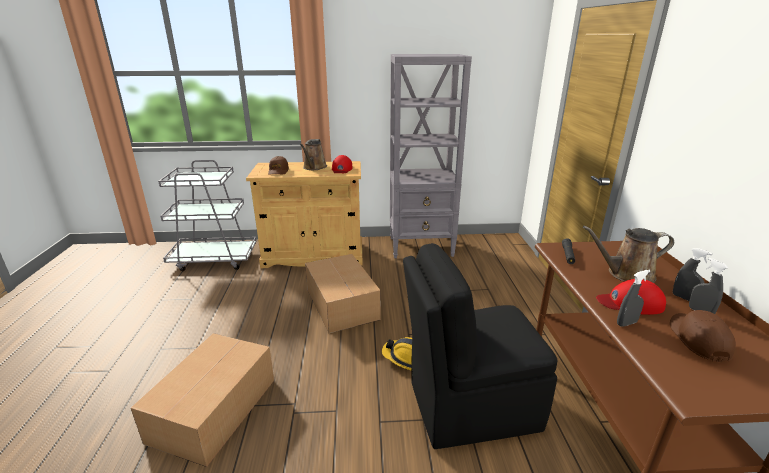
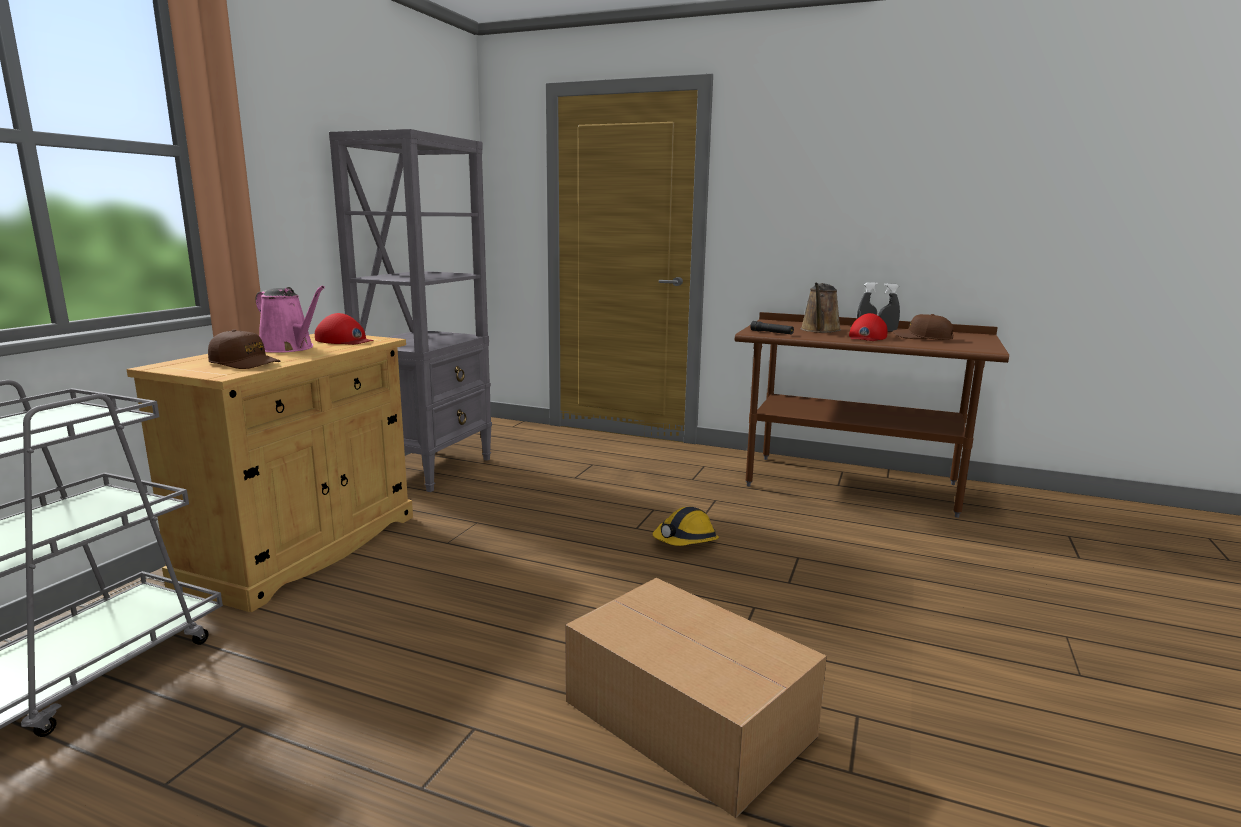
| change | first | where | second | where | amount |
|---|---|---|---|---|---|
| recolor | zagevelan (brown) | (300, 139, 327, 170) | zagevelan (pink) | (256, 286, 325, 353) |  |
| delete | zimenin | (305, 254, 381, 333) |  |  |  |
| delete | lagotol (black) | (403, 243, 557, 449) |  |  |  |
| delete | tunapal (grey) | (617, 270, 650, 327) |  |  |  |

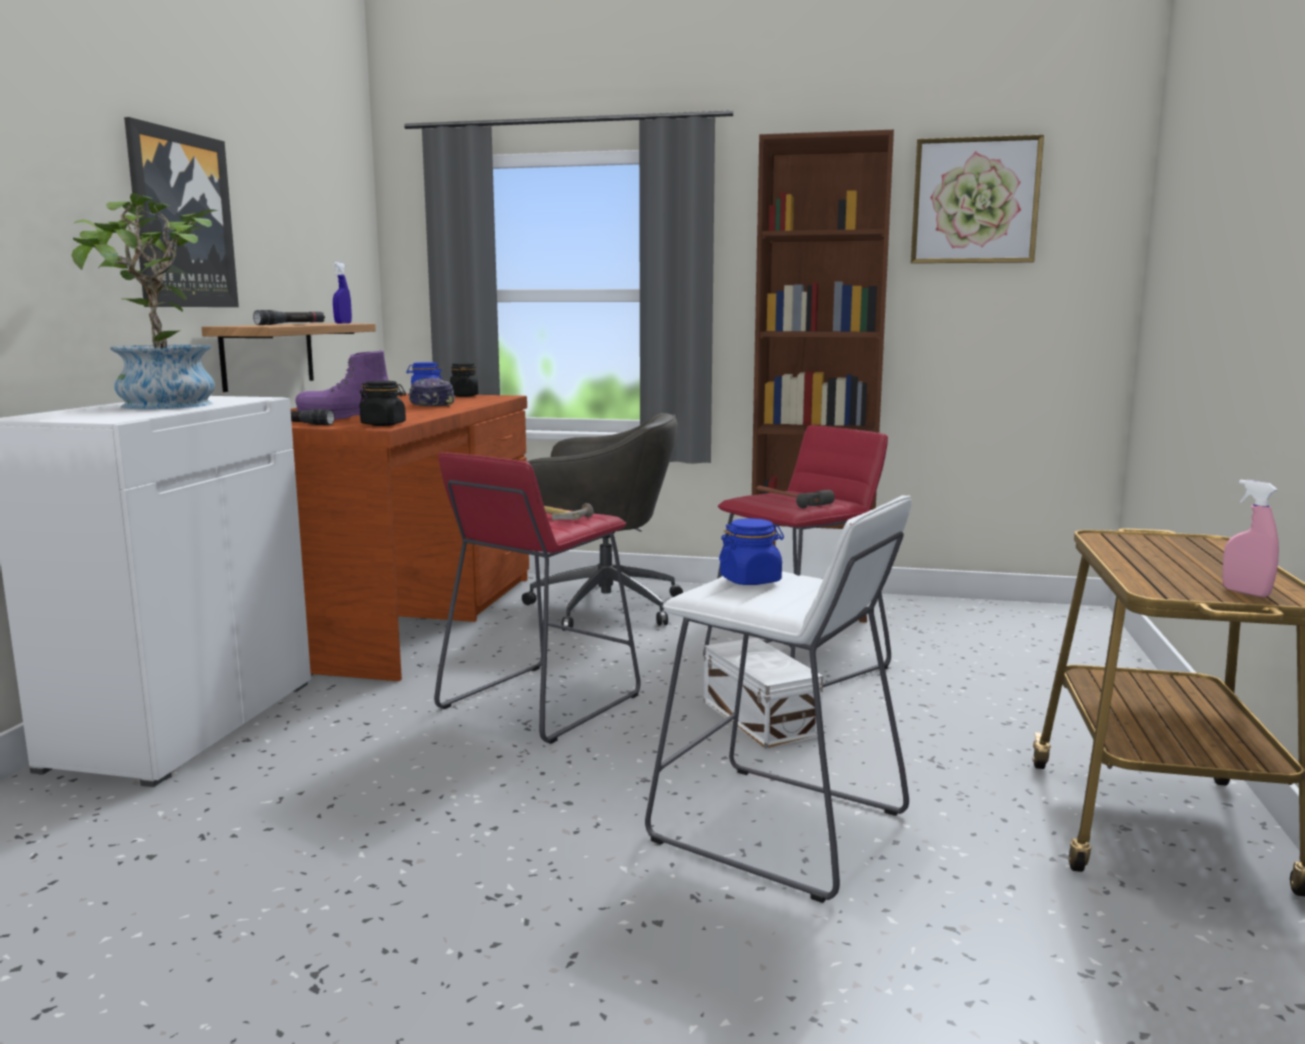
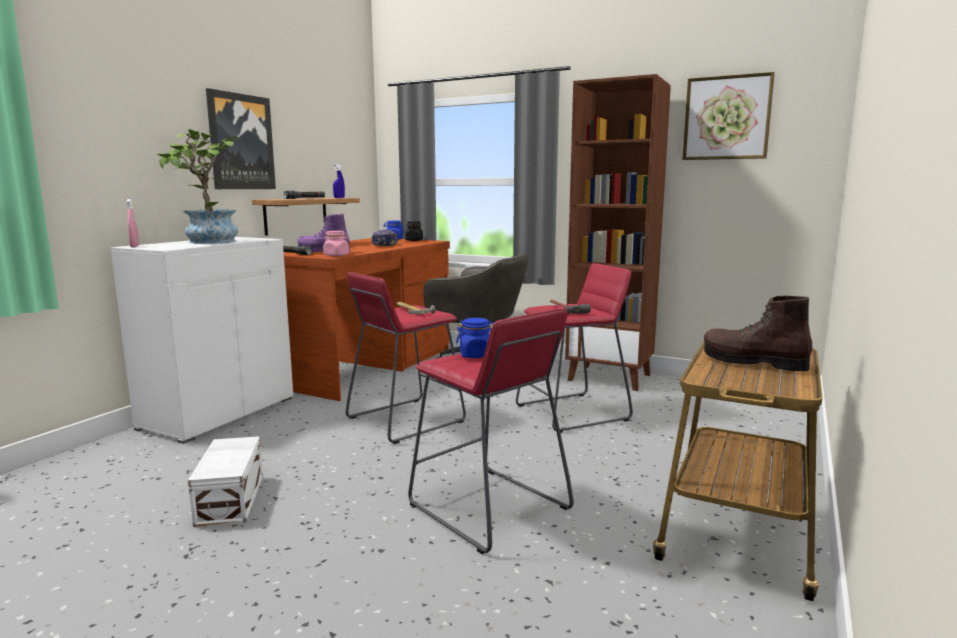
| change | first | where | second | where | amount |
|---|---|---|---|---|---|
| move | tunapal (pink) | (1222, 480, 1279, 597) |  | (127, 199, 139, 248) |  |
| move | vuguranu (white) | (704, 638, 823, 748) |  | (188, 436, 263, 527) |  |
| recolor | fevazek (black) | (359, 381, 406, 426) | fevazek (pink) | (323, 231, 349, 256) |  |
| recolor | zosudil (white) | (645, 495, 912, 903) | zosudil (red) | (408, 308, 574, 554) |  |
| insert |  |  | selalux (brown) | (704, 296, 813, 371) |  |

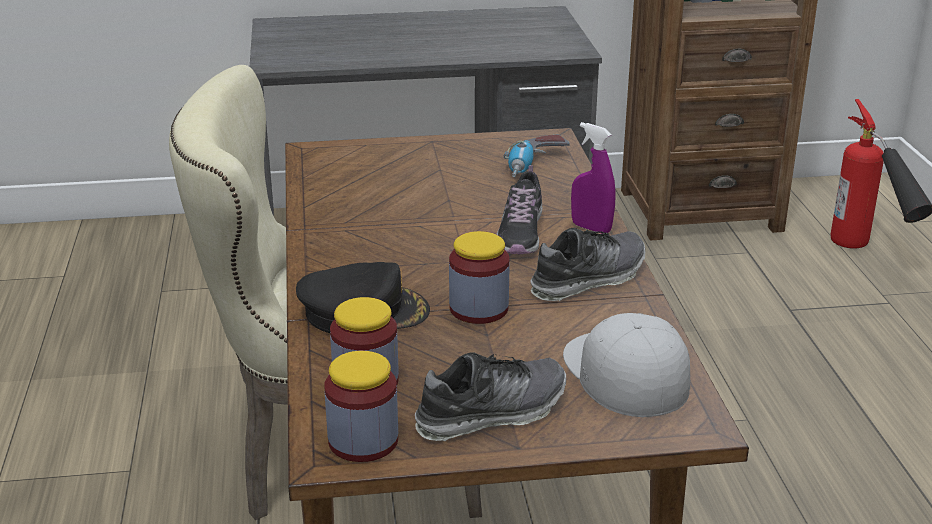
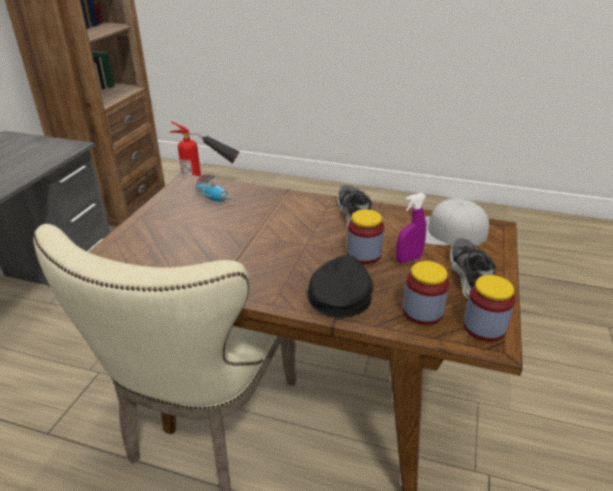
| change | first | where | second | where | amount |
|---|---|---|---|---|---|
| move | tunapal (purple) | (571, 122, 615, 234) |  | (396, 193, 427, 263) |  |
| delete | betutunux | (496, 165, 542, 254) |  |  |  |

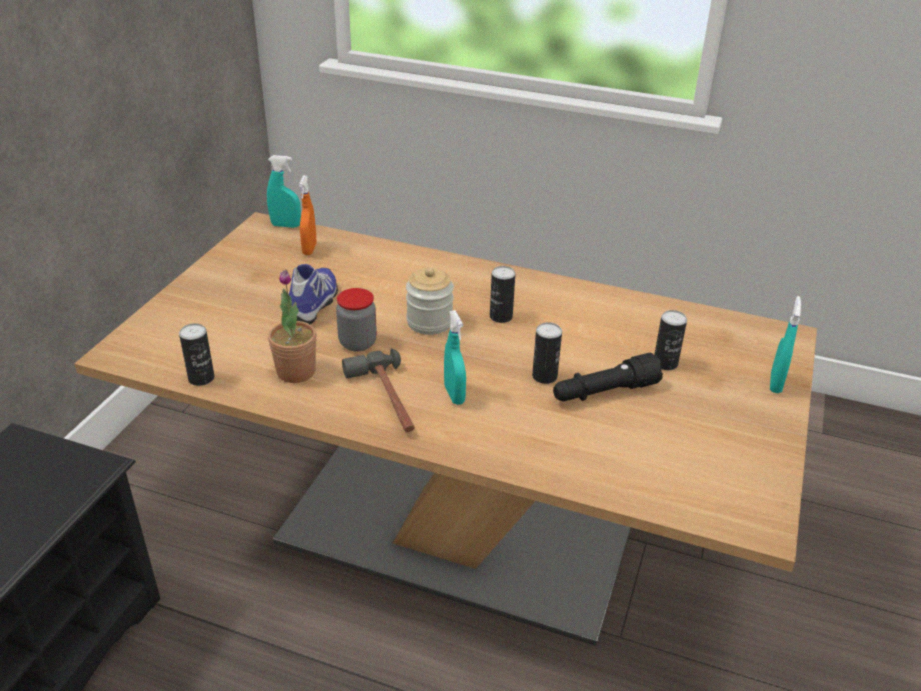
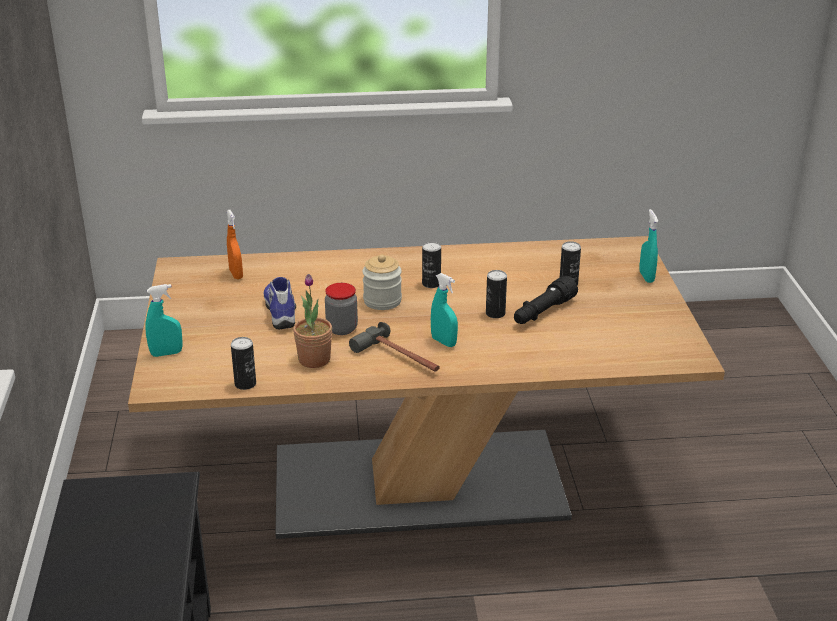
| change | first | where | second | where | amount |
|---|---|---|---|---|---|
| move | tunapal (turquoise) | (267, 155, 301, 228) |  | (145, 284, 182, 357) |  |

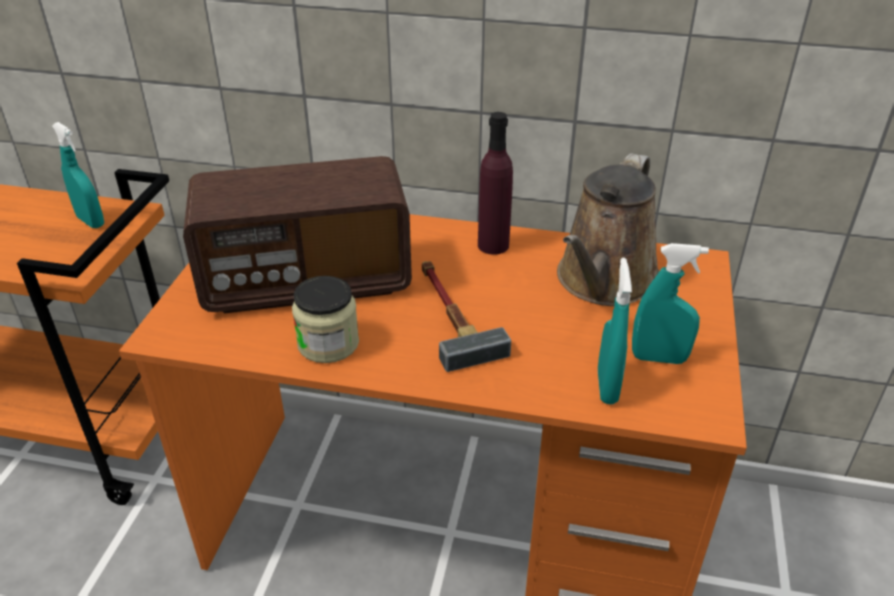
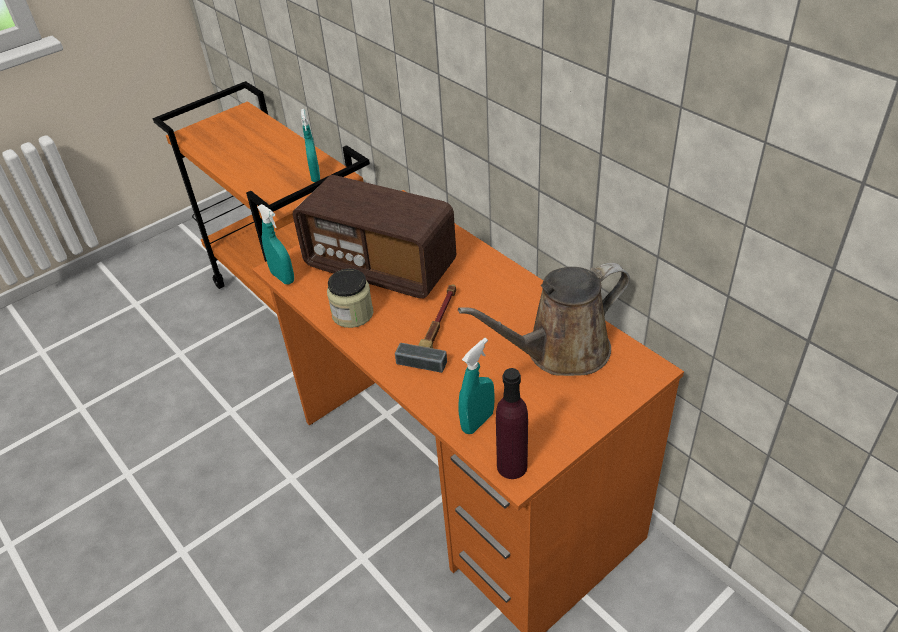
| change | first | where | second | where | amount |
|---|---|---|---|---|---|
| move | tunapal (turquoise) | (632, 243, 709, 364) |  | (257, 204, 294, 284) |  |
| move | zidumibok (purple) | (478, 112, 513, 255) |  | (496, 368, 528, 479) |  |

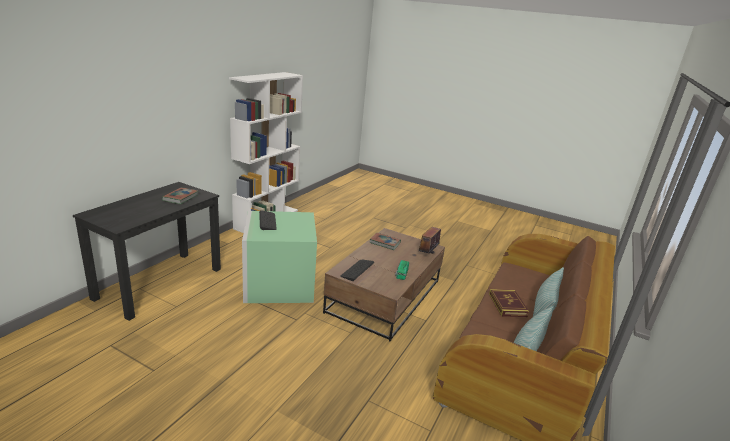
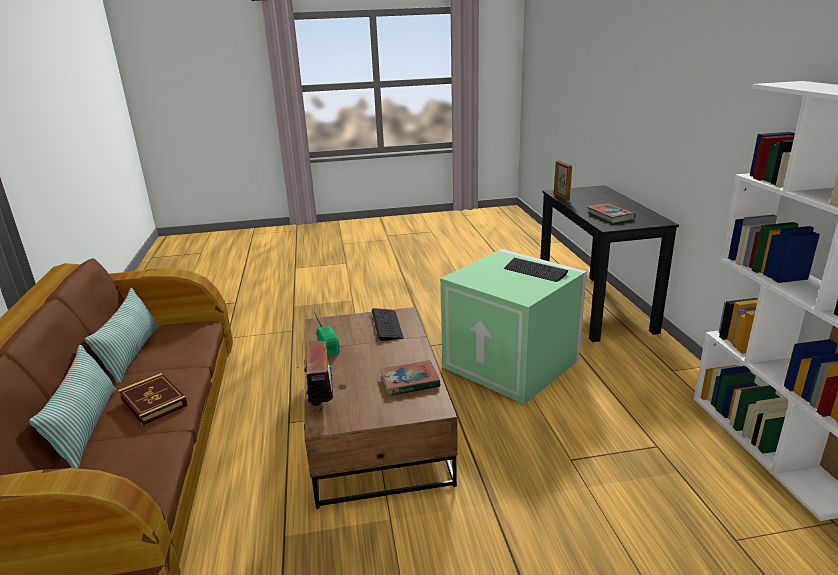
| change | first | where | second | where | amount |
|---|---|---|---|---|---|
| insert |  |  | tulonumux | (554, 161, 572, 201) |  |

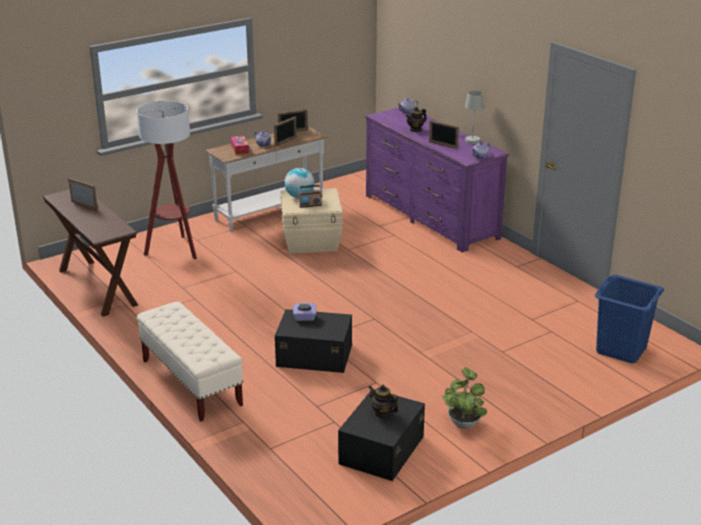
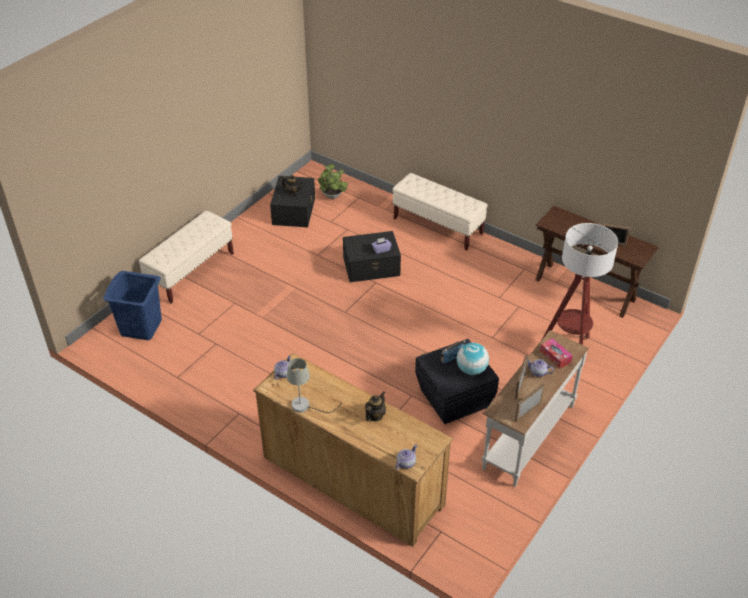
| change | first | where | second | where | amount |
|---|---|---|---|---|---|
| insert |  |  | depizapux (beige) | (139, 211, 234, 304) |  |
| recolor | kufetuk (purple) | (365, 107, 509, 252) | kufetuk (brown) | (253, 353, 453, 547) |  |
| move | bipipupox | (442, 367, 487, 429) |  | (318, 164, 348, 199) |  |
| recolor | vuguranu (beige) | (280, 188, 343, 253) | vuguranu (black) | (415, 339, 499, 424) |  |
| delete | tulonumux | (429, 120, 459, 149) |  |  |  |

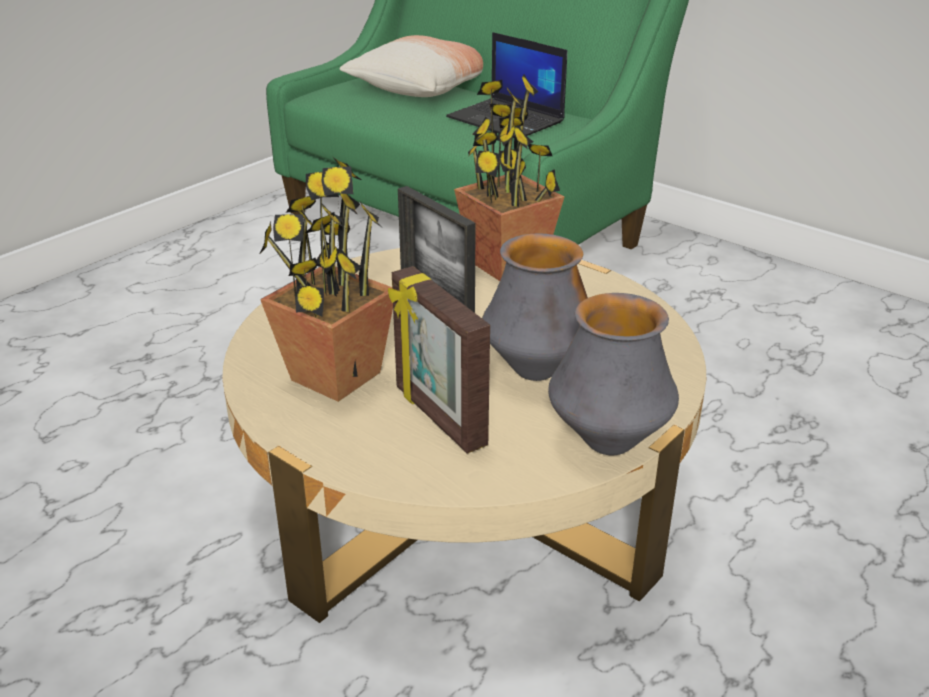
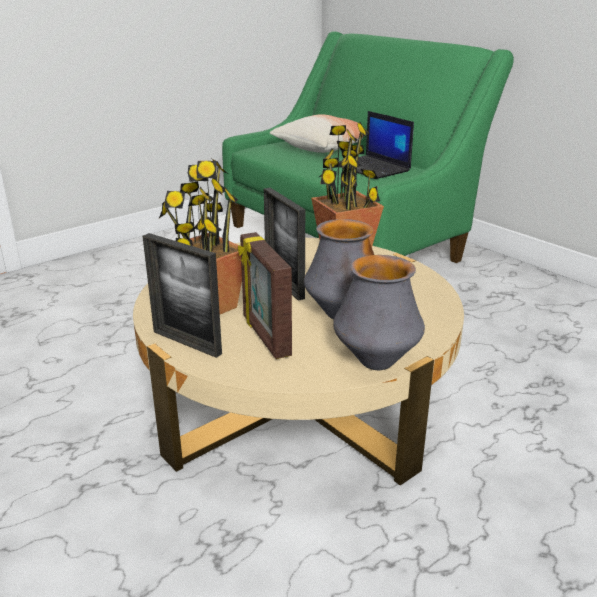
| change | first | where | second | where | amount |
|---|---|---|---|---|---|
| insert |  |  | tulonumux | (143, 233, 222, 358) |  |

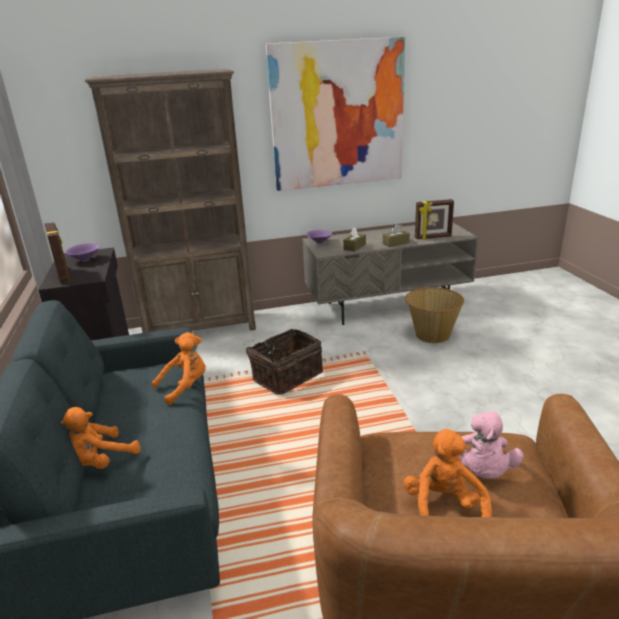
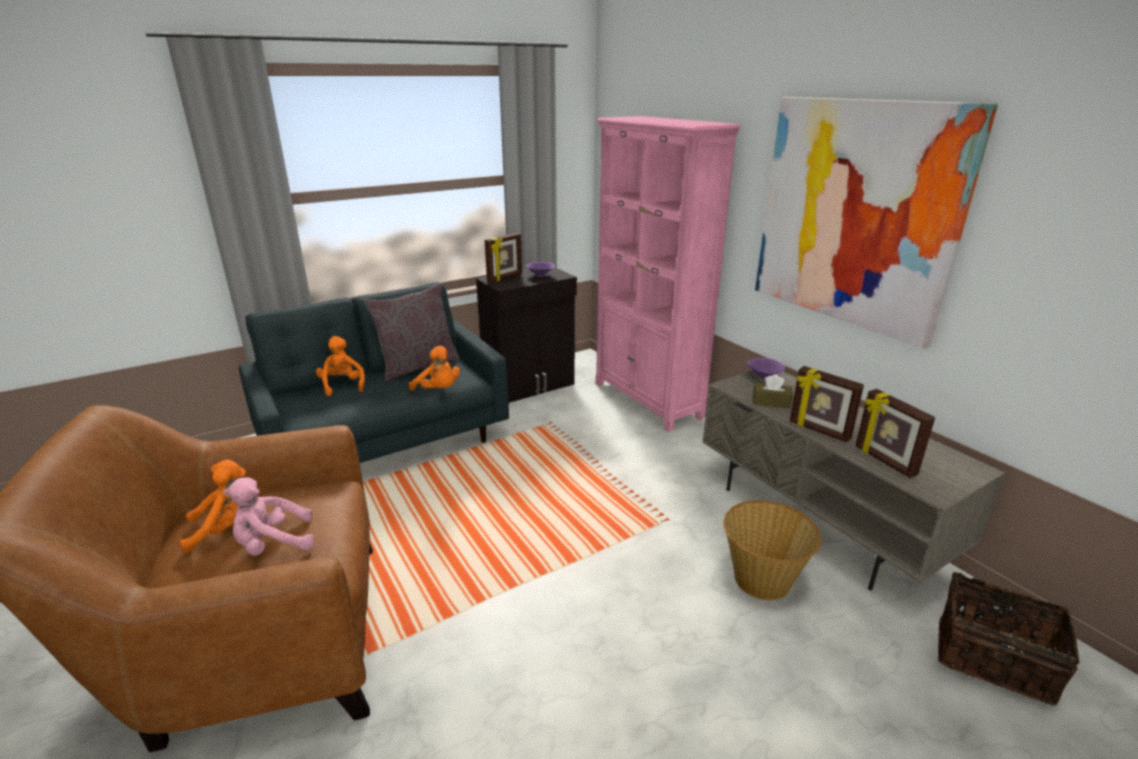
| change | first | where | second | where | amount |
|---|---|---|---|---|---|
| rotate | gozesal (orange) | (61, 407, 141, 469) |  | (316, 336, 365, 396) | 45 degrees clockwise |
| insert |  |  | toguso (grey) | (363, 283, 460, 382) |  |
| recolor | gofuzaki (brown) | (85, 69, 256, 333) | gofuzaki (pink) | (596, 116, 741, 432) |  |
| replace | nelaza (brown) | (383, 224, 410, 247) | tulonumux | (790, 366, 864, 443) |  |
| move | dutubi | (243, 329, 323, 395) |  | (938, 565, 1079, 705) |  |

